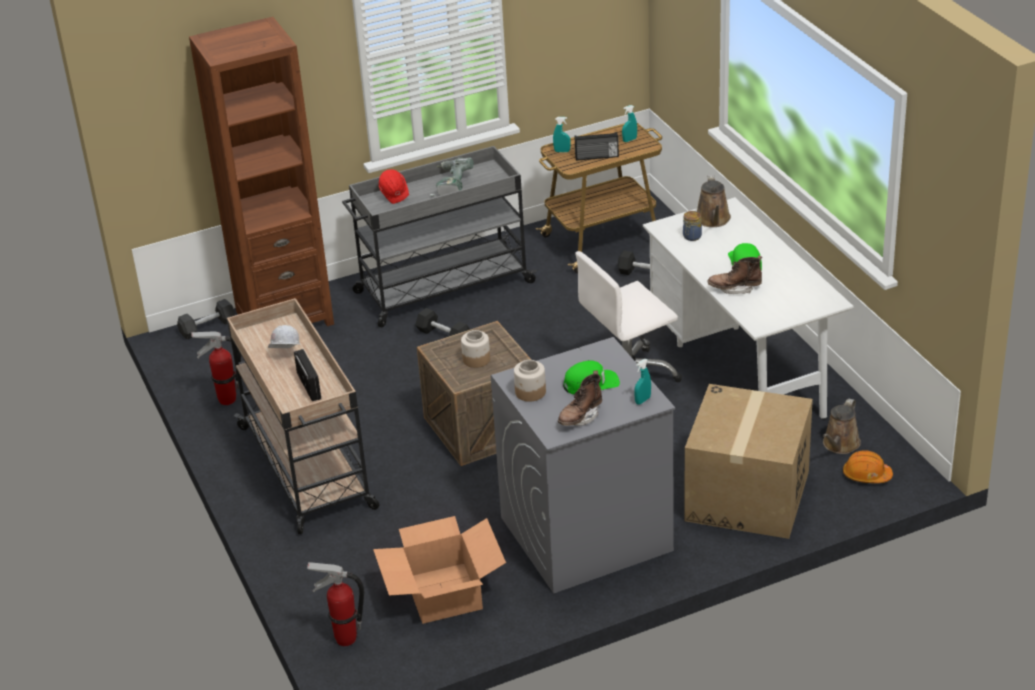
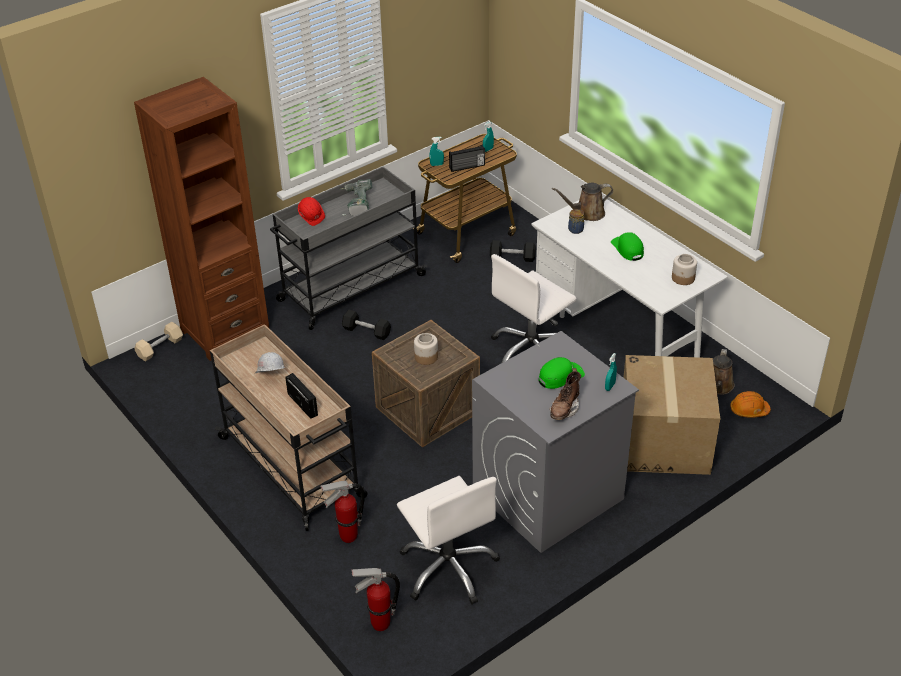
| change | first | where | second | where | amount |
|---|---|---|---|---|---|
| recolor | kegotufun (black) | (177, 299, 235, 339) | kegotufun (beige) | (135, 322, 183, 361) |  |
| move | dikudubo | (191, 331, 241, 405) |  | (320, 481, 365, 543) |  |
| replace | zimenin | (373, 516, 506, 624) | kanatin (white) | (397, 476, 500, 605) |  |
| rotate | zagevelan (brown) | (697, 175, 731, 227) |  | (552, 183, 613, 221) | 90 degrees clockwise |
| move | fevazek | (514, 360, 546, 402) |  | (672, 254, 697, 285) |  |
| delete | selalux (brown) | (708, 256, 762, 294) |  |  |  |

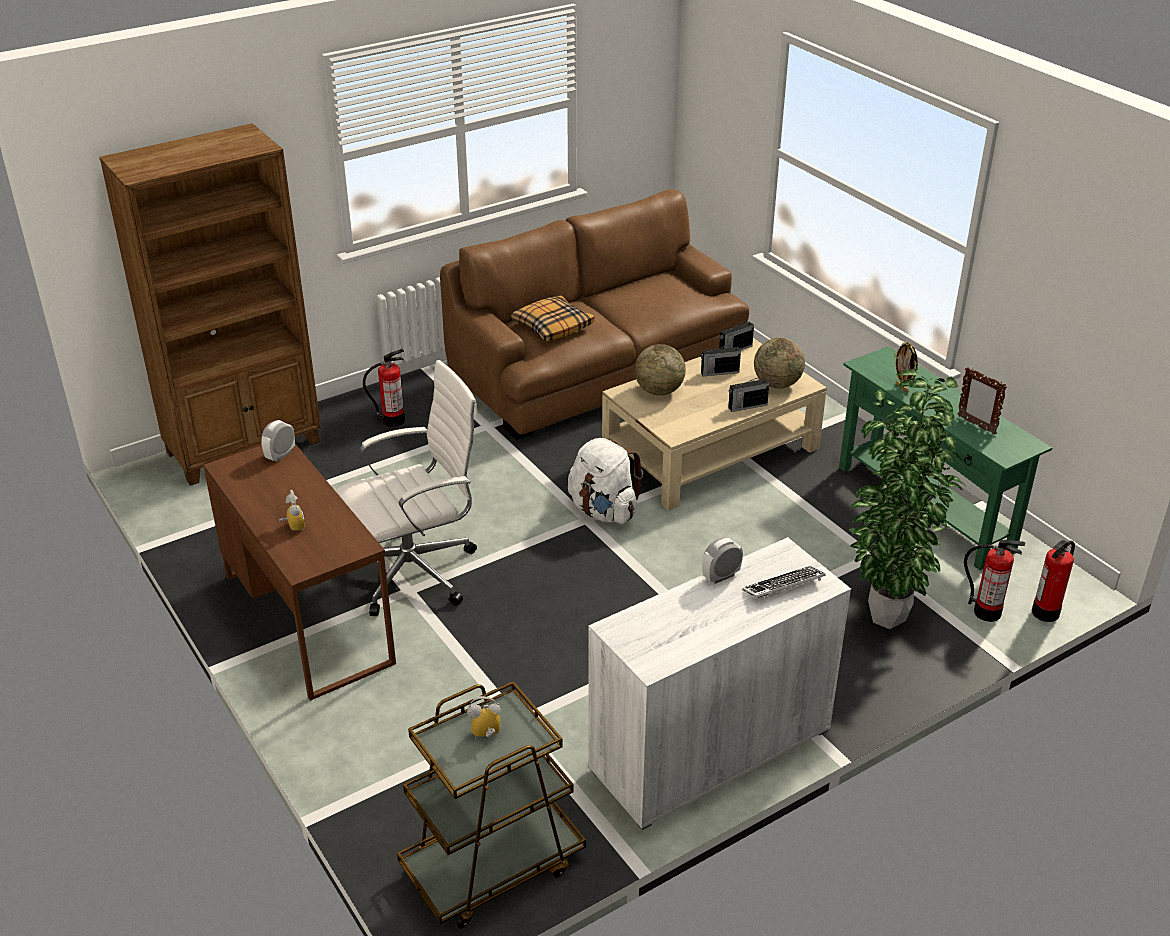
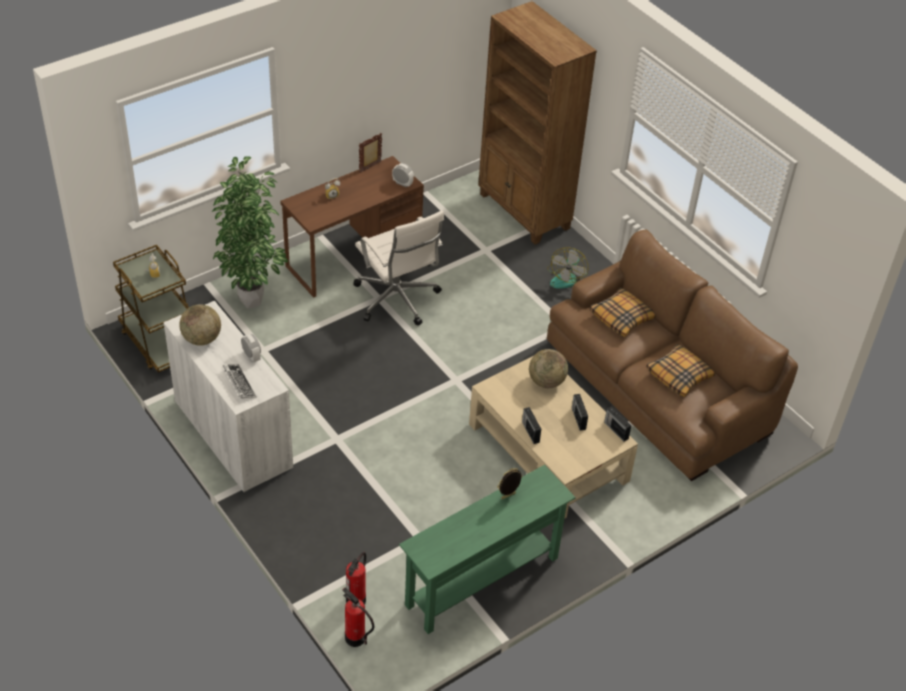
| change | first | where | second | where | amount |
|---|---|---|---|---|---|
| move | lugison | (754, 338, 805, 389) |  | (180, 304, 221, 346) |  |
| move | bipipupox | (849, 369, 966, 629) |  | (211, 156, 288, 309) |  |
| move | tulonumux | (957, 367, 1007, 435) |  | (359, 133, 382, 173) |  |
| replace | dikudubo | (363, 349, 405, 427) | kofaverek | (547, 247, 588, 289) |  |
| insert |  |  | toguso | (647, 344, 715, 397) |  |
| delete | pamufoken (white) | (568, 438, 643, 524) |  |  |  |

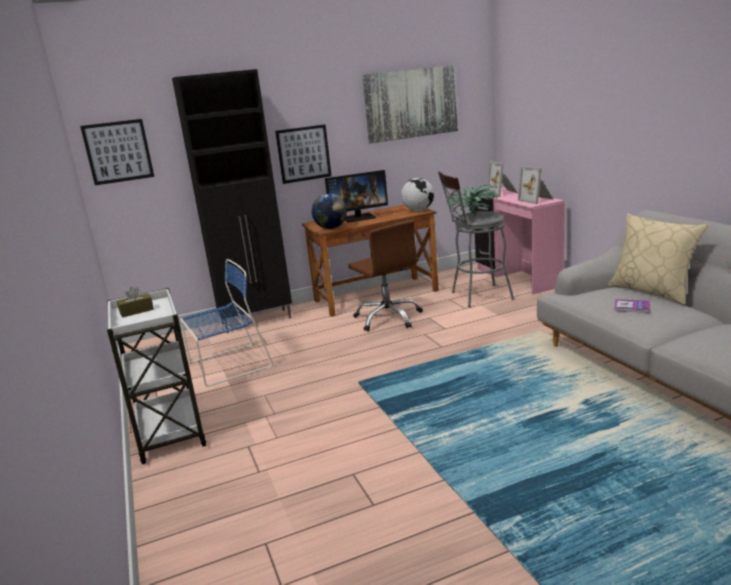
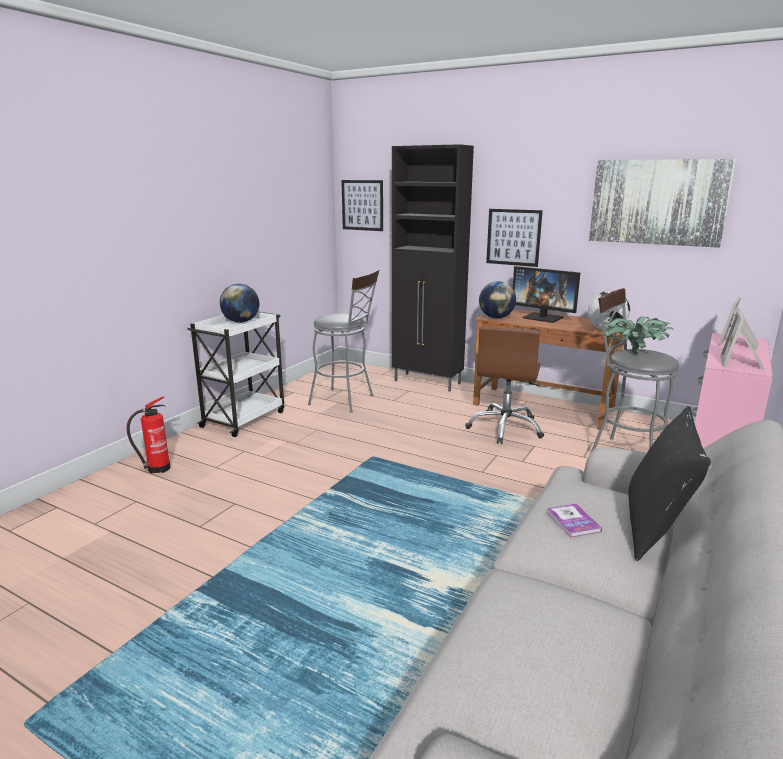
| change | first | where | second | where | amount |
|---|---|---|---|---|---|
| insert |  |  | dikudubo | (126, 397, 170, 473) |  |
| replace | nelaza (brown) | (117, 287, 154, 318) | lugison | (220, 284, 259, 323) |  |
| replace | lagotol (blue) | (180, 259, 273, 387) | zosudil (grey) | (308, 270, 379, 412) |  |
| recolor | toguso (beige) | (608, 214, 709, 305) | toguso (black) | (628, 406, 711, 561) |  |

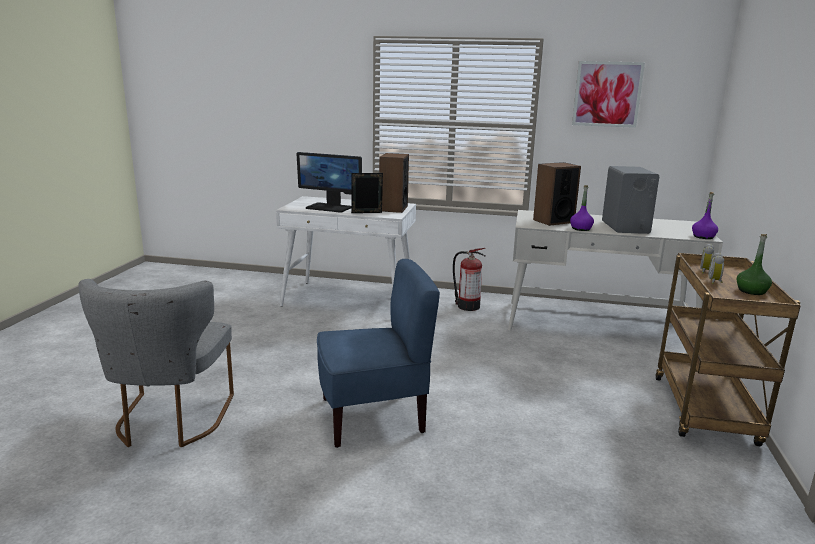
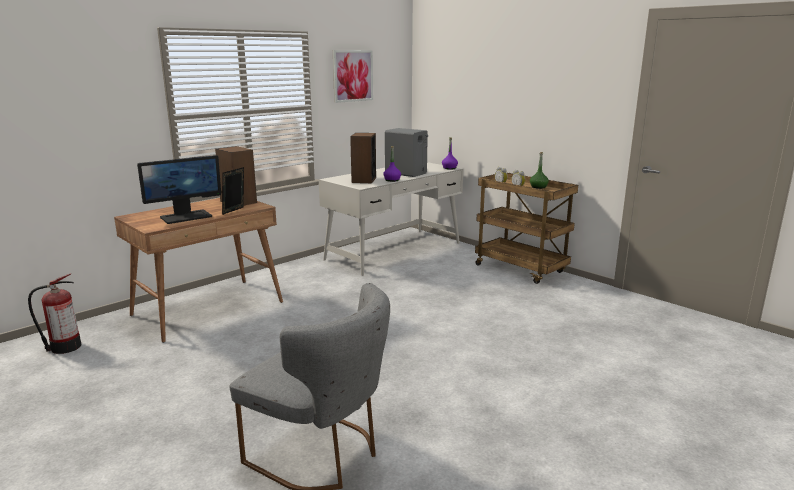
| change | first | where | second | where | amount |
|---|---|---|---|---|---|
| move | dikudubo | (453, 248, 486, 311) |  | (28, 273, 81, 354) |  |
| recolor | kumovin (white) | (276, 196, 416, 307) | kumovin (brown) | (114, 198, 283, 343) |  |
| delete | lagotol (blue) | (317, 259, 440, 448) |  |  |  |

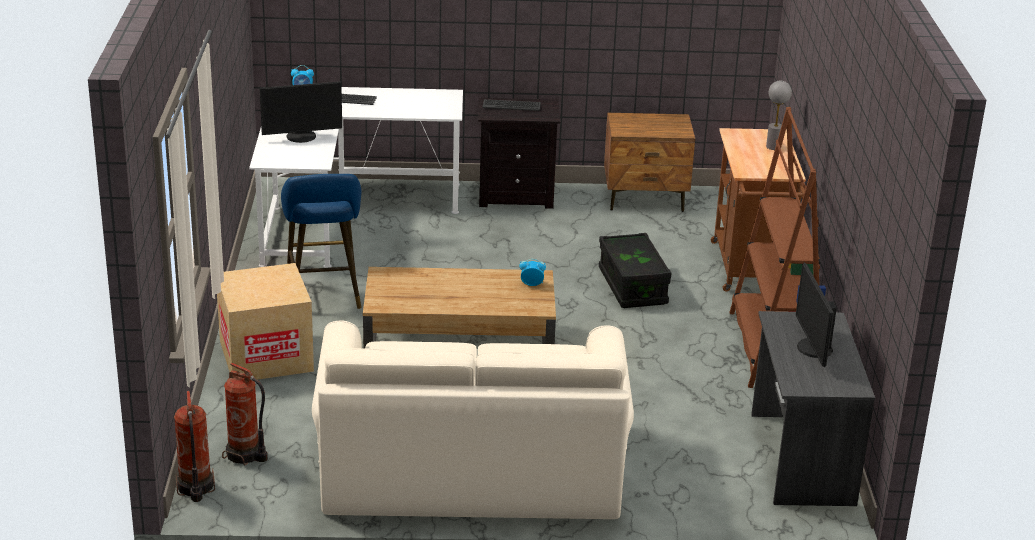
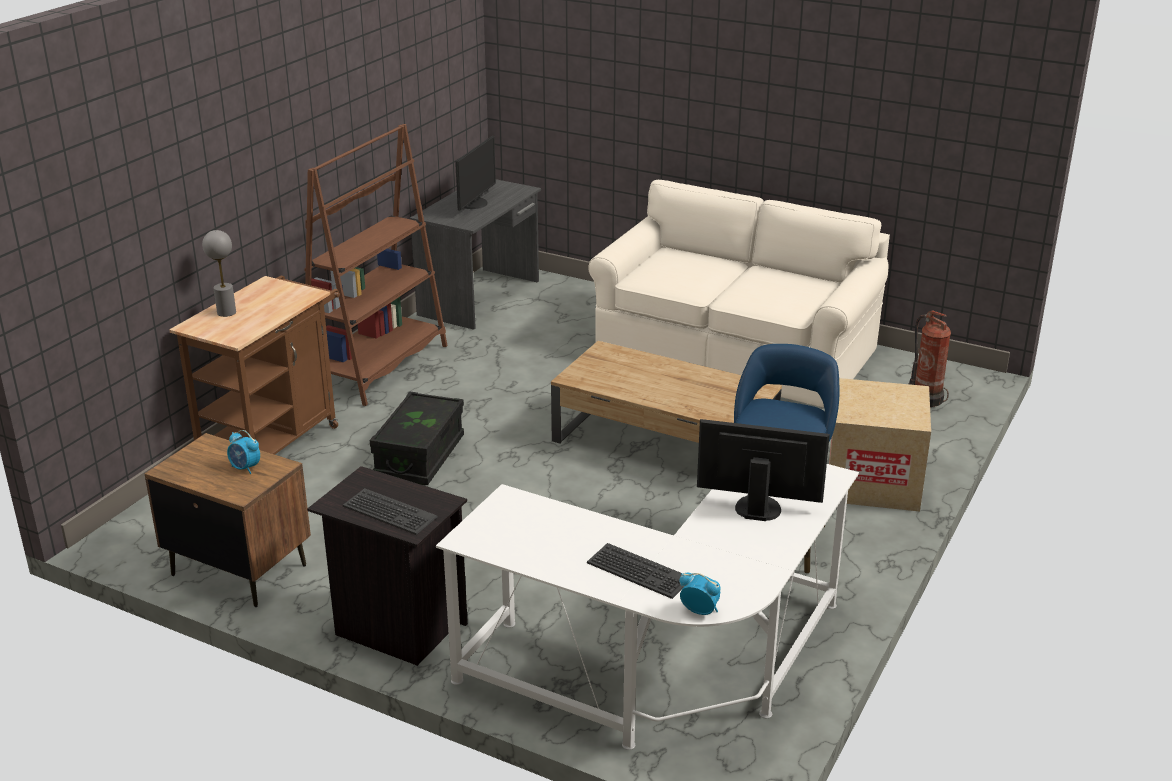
| change | first | where | second | where | amount |
|---|---|---|---|---|---|
| move | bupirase | (519, 259, 546, 286) |  | (227, 430, 260, 474) |  |
| delete | dikudubo | (174, 391, 215, 502) |  |  |  |

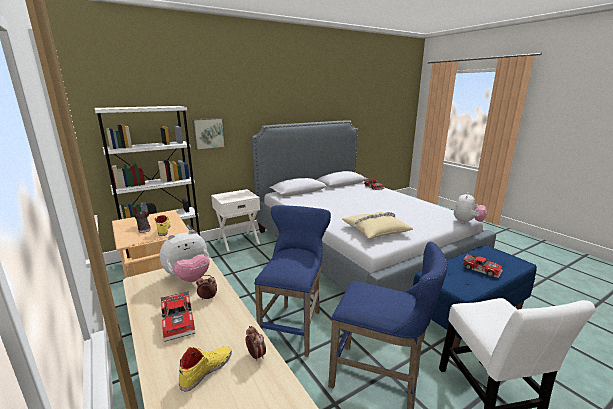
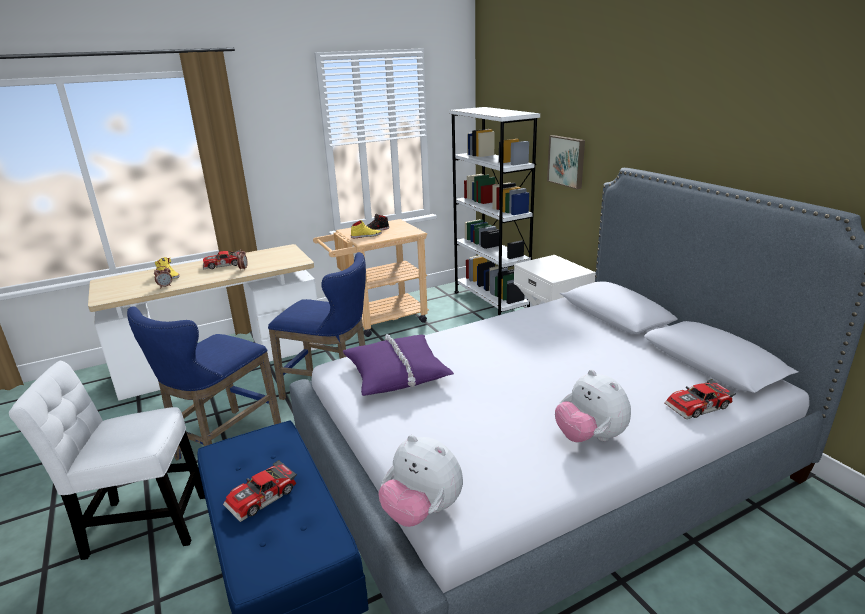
| change | first | where | second | where | amount |
|---|---|---|---|---|---|
| recolor | toguso (beige) | (342, 212, 413, 239) | toguso (purple) | (343, 334, 454, 396) |  |
| move | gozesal | (160, 230, 210, 282) |  | (555, 370, 631, 443) |  |

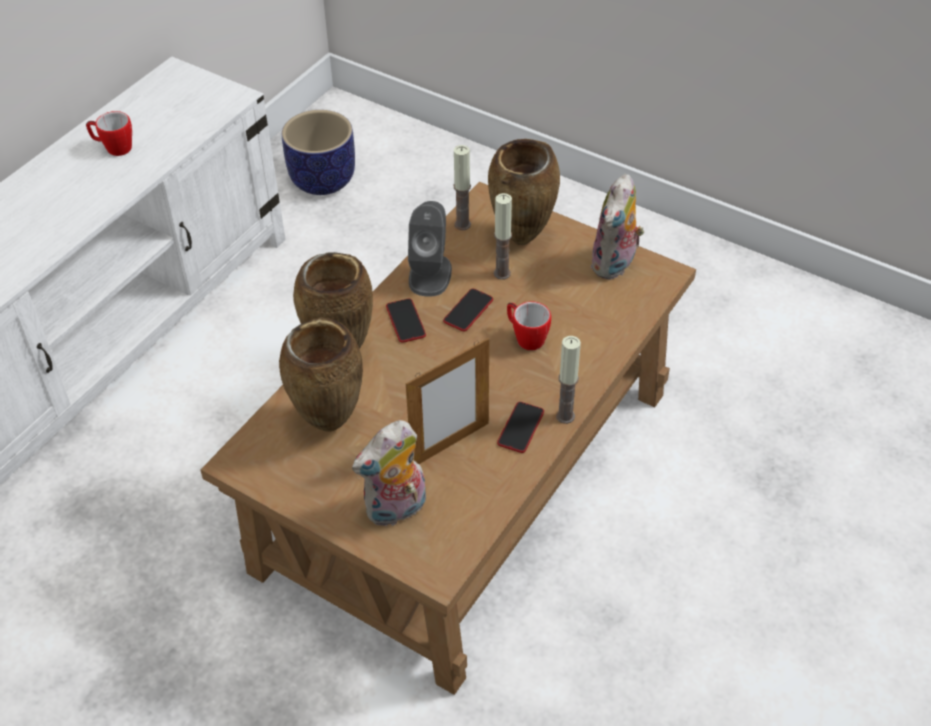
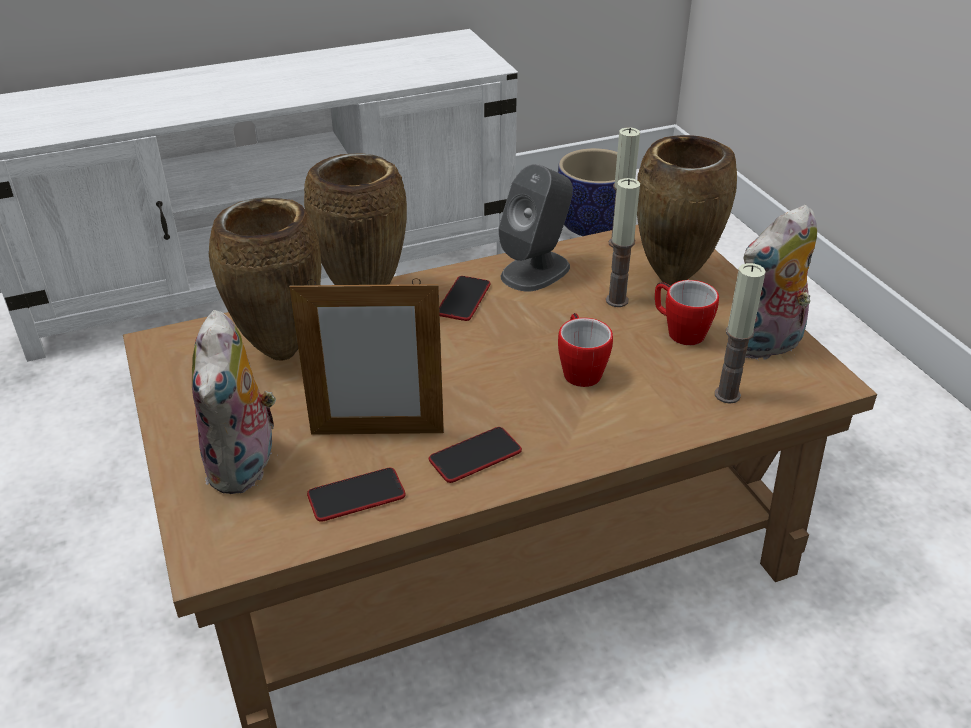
| change | first | where | second | where | amount |
|---|---|---|---|---|---|
| rotate | gozesal | (352, 420, 426, 526) |  | (192, 310, 278, 494) | 90 degrees counterclockwise |
| move | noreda | (443, 288, 493, 331) |  | (307, 468, 406, 522) |  |
| move | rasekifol | (86, 111, 132, 156) |  | (655, 280, 719, 345) |  |
| move | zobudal | (556, 336, 581, 424) |  | (715, 263, 766, 404) |  |

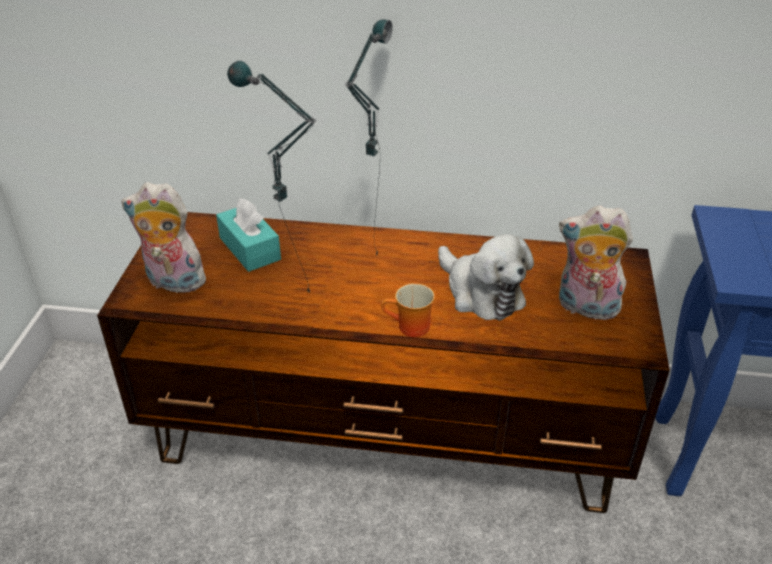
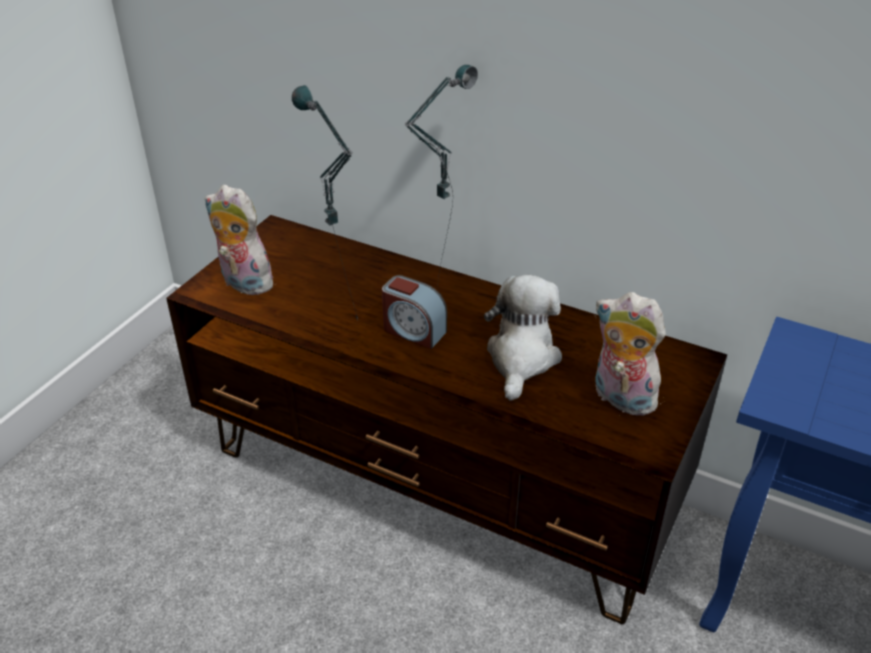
| change | first | where | second | where | amount |
|---|---|---|---|---|---|
| insert |  |  | bupirase | (382, 275, 447, 349) |  |
| rotate | gozesal | (438, 234, 534, 321) |  | (484, 275, 562, 401) | 150 degrees counterclockwise |
| delete | nelaza (turquoise) | (216, 198, 281, 272) |  |  |  |
| delete | rasekifol | (381, 283, 435, 337) |  |  |  |

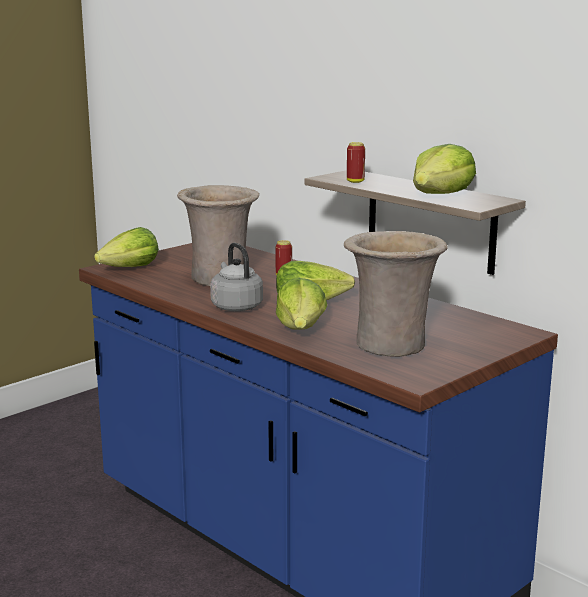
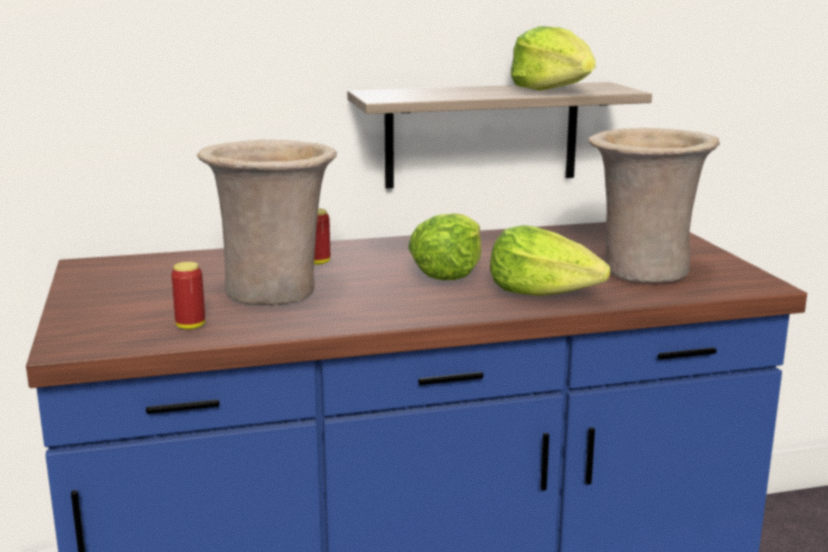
| change | first | where | second | where | amount |
|---|---|---|---|---|---|
| move | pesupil | (347, 142, 365, 183) |  | (171, 262, 205, 330) |  |
| delete | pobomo | (94, 227, 159, 267) |  |  |  |
| delete | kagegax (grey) | (210, 243, 263, 311) |  |  |  |

